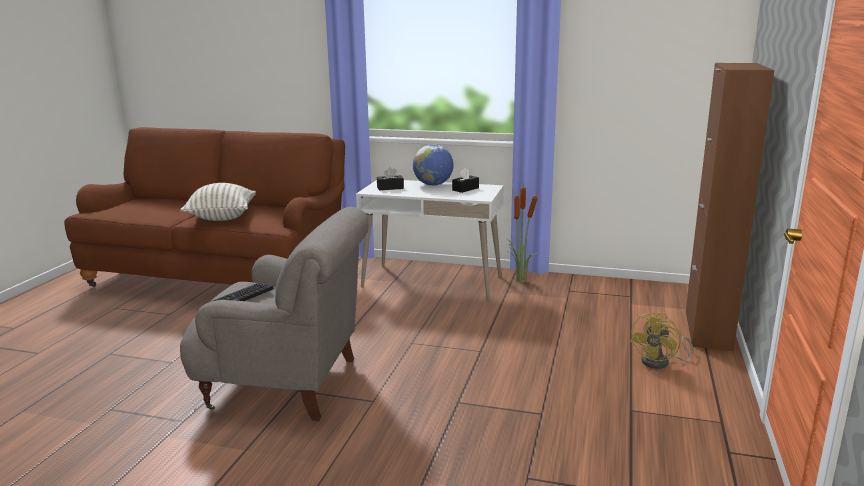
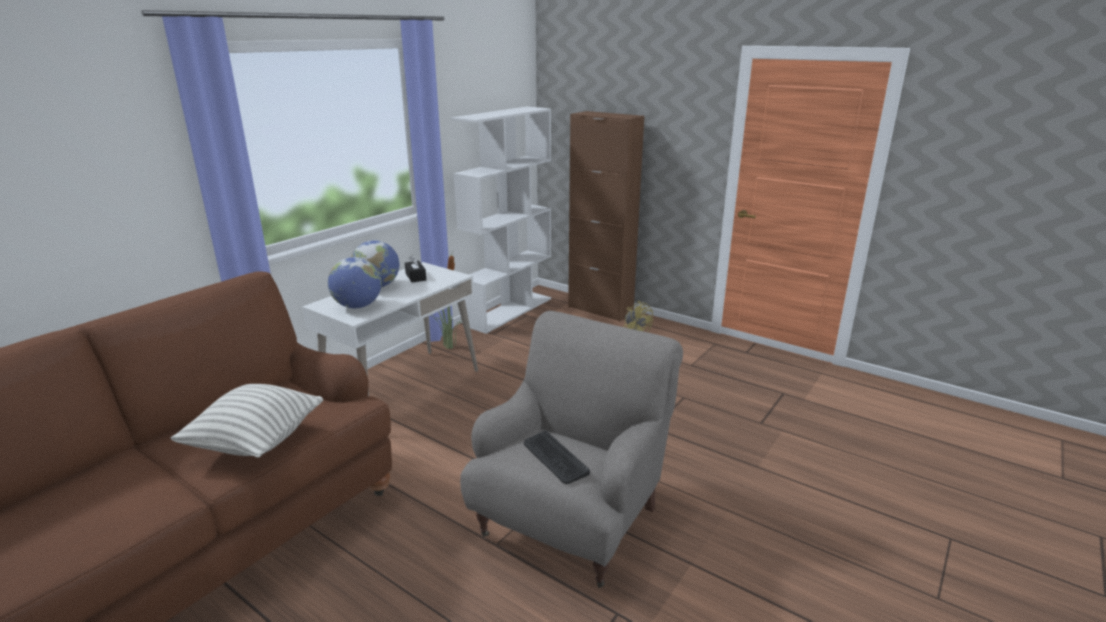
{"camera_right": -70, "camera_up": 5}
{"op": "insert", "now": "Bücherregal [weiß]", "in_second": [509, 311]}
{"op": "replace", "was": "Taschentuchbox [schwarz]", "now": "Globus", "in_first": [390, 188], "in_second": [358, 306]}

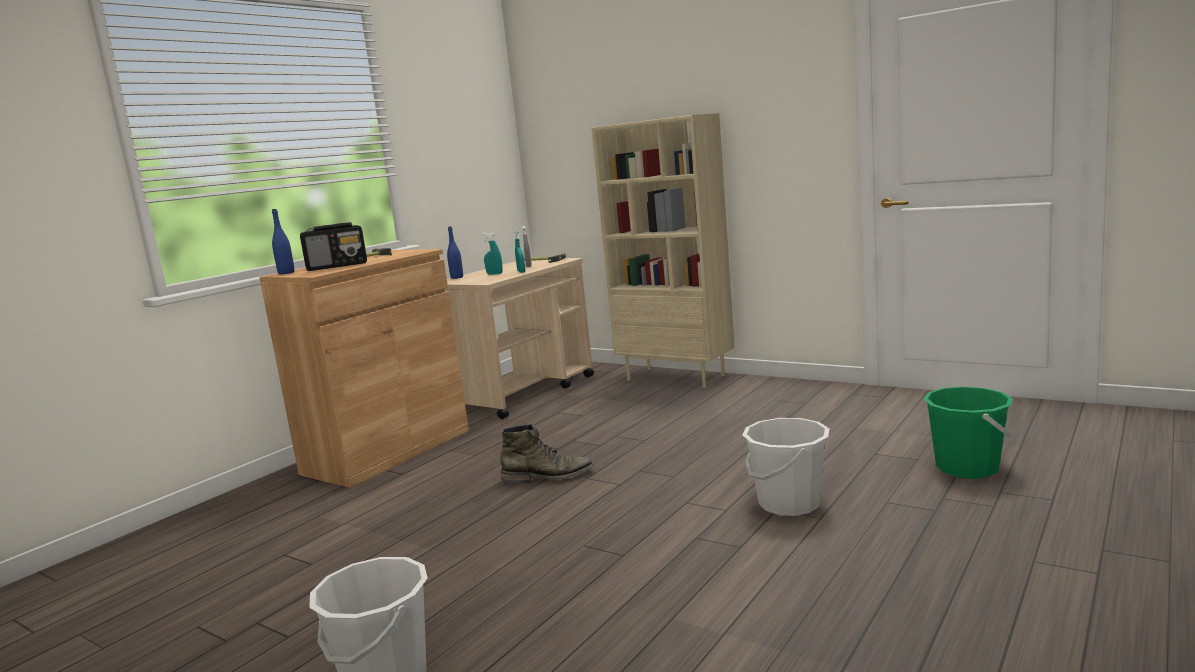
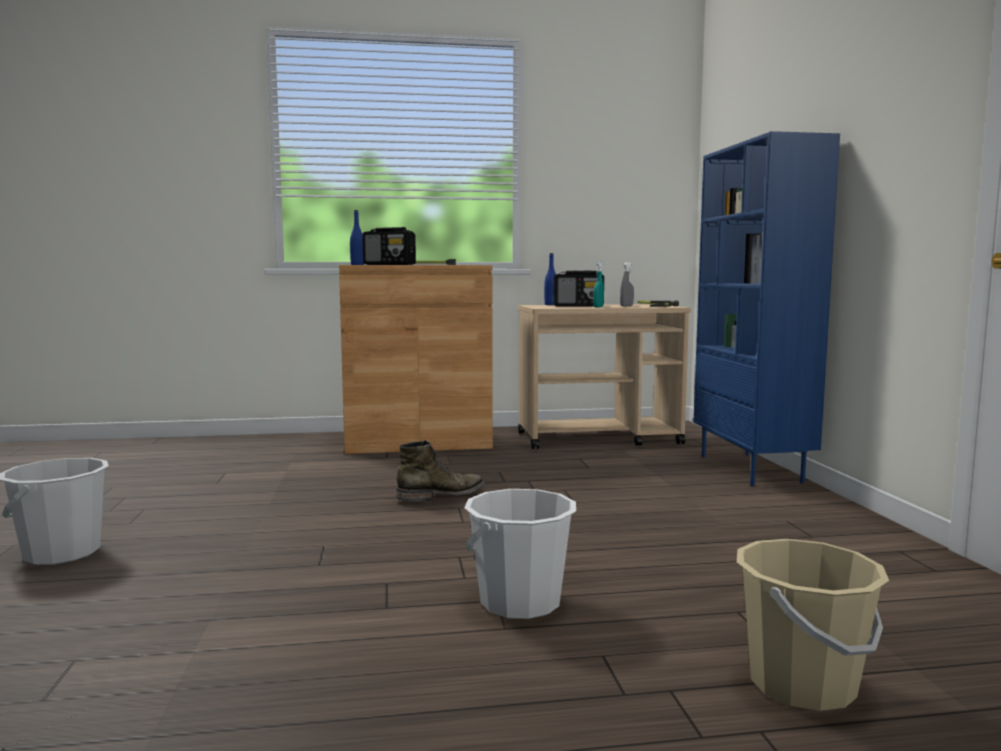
{"camera_right": 45, "camera_up": -5}
{"op": "replace", "was": "Sprühflasche [türkis]", "now": "Radio", "in_first": [494, 274], "in_second": [579, 306]}
{"op": "recolor", "was": "Bücherregal [beige]", "now": "Bücherregal [blau]", "in_first": [677, 377], "in_second": [752, 469]}
{"op": "recolor", "was": "Eimer [grün]", "now": "Eimer [beige]", "in_first": [967, 468], "in_second": [802, 685]}
{"op": "rotate", "was": "Stiefel [grün]", "in_first": [548, 477], "in_second": [442, 495], "clockwise": -75}

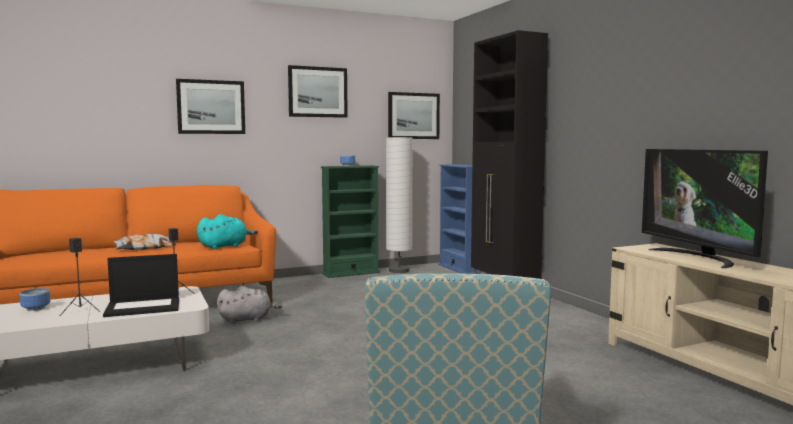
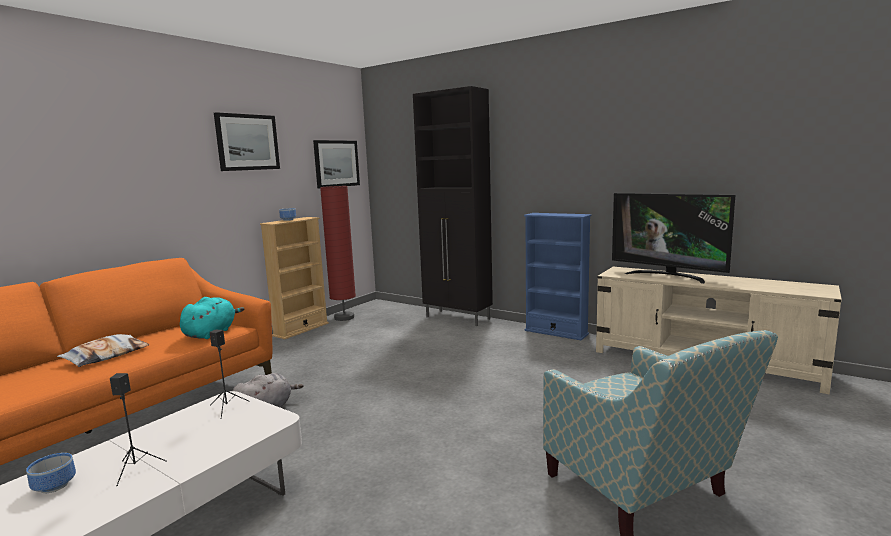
{"camera_right": -30, "camera_up": 5}
{"op": "delete", "was": "Laptop", "in_first": [144, 307]}
{"op": "delete", "was": "Bild", "in_first": [211, 107]}
{"op": "move", "was": "Bücherregal [blau]", "in_first": [459, 269], "in_second": [556, 332]}
{"op": "recolor", "was": "Bücherregal [grün]", "now": "Bücherregal [beige]", "in_first": [351, 273], "in_second": [301, 329]}
{"op": "recolor", "was": "Stehlampe [weiß]", "now": "Stehlampe [rot]", "in_first": [399, 271], "in_second": [344, 317]}

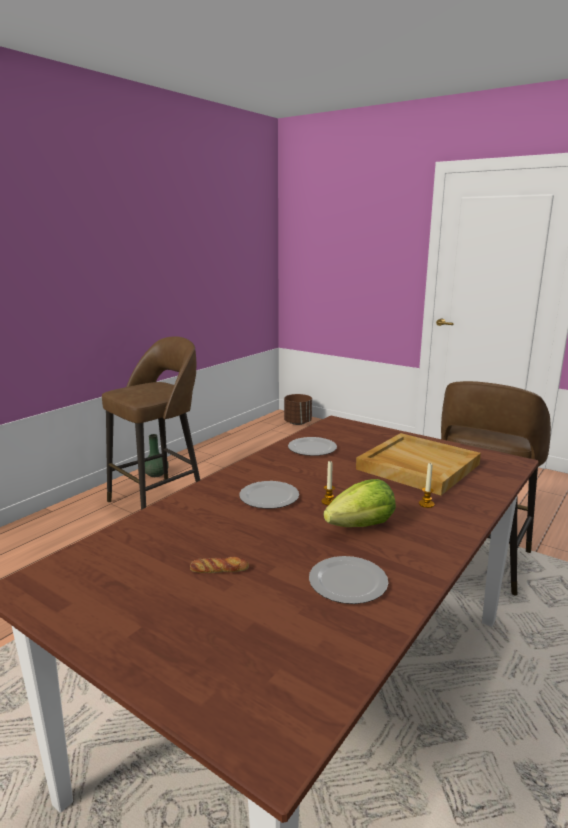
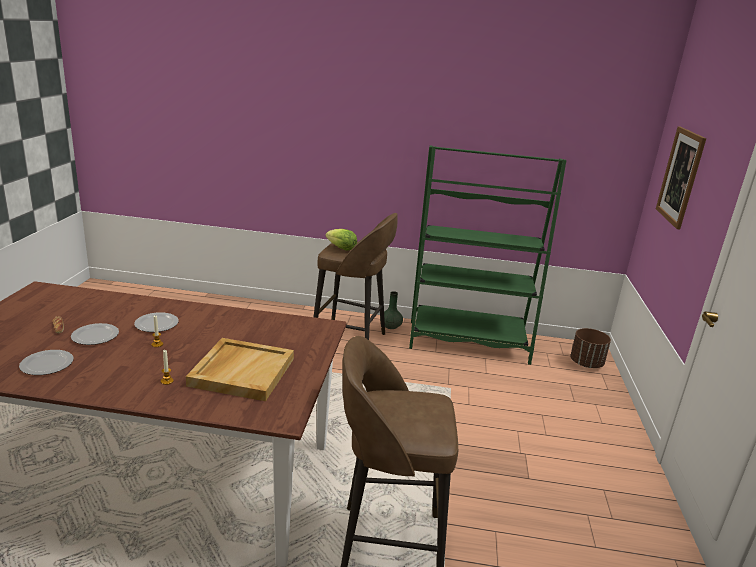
{"camera_right": 60, "camera_up": 5}
{"op": "insert", "now": "Bücherregal [grün]", "in_second": [468, 342]}
{"op": "insert", "now": "Bild", "in_second": [680, 176]}
{"op": "move", "was": "Teller", "in_first": [311, 448], "in_second": [96, 335]}
{"op": "move", "was": "Salatkopf", "in_first": [362, 526], "in_second": [341, 248]}

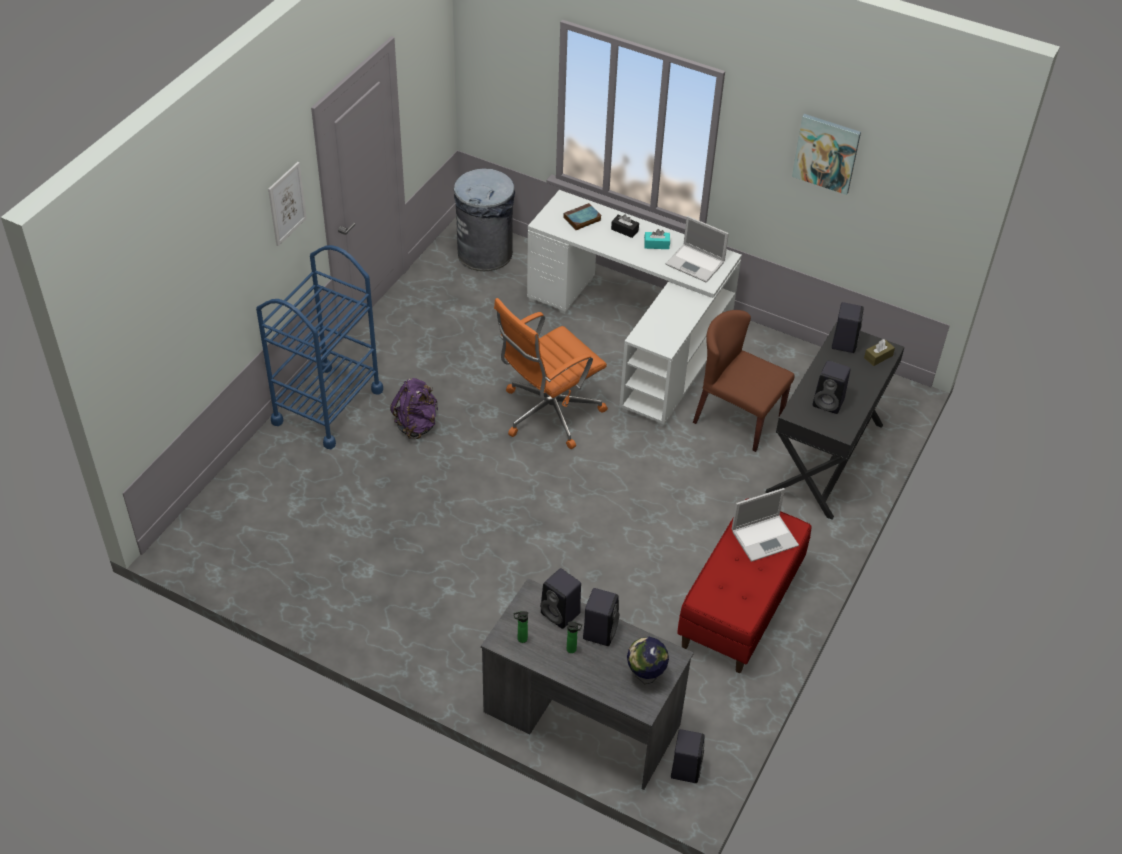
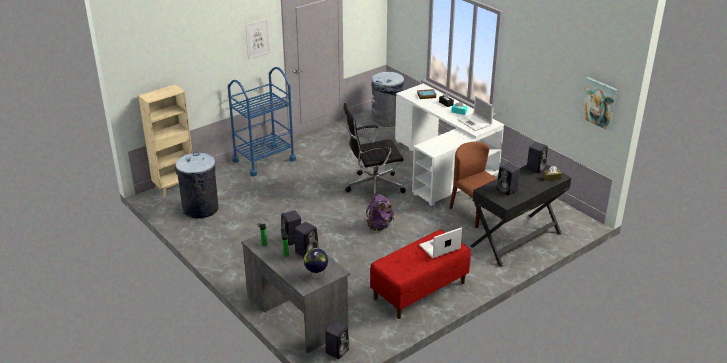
{"camera_right": 25, "camera_up": -15}
{"op": "insert", "now": "Bücherregal [beige]", "in_second": [175, 187]}
{"op": "insert", "now": "Mülleimer [grau]", "in_second": [200, 208]}
{"op": "move", "was": "Rucksack [lila]", "in_first": [416, 425], "in_second": [379, 226]}
{"op": "move", "was": "Bild", "in_first": [826, 153], "in_second": [599, 103]}
{"op": "recolor", "was": "Bürostuhl [orange]", "now": "Bürostuhl [schwarz]", "in_first": [548, 413], "in_second": [373, 187]}
{"op": "rotate", "was": "Laptop", "in_first": [765, 537], "in_second": [439, 247], "clockwise": 150}

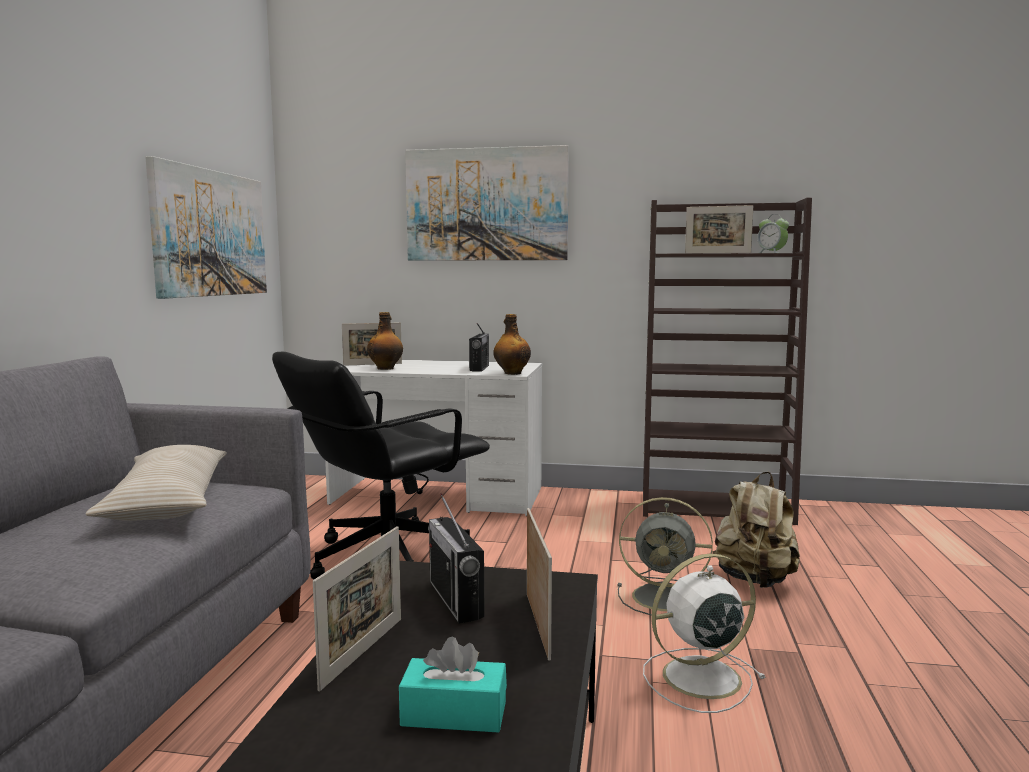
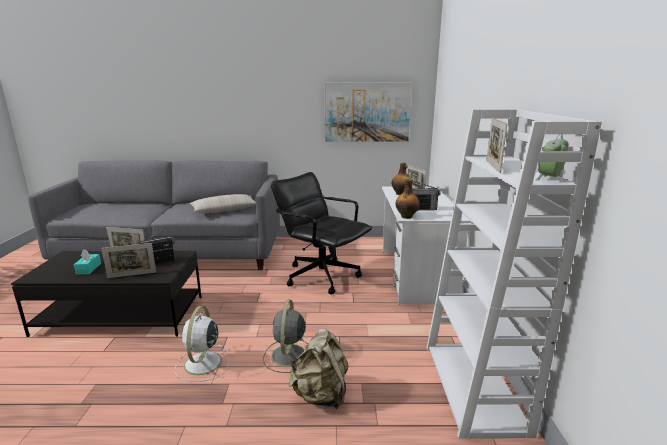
{"camera_right": 80, "camera_up": 10}
{"op": "delete", "was": "Bild", "in_first": [486, 205]}
{"op": "recolor", "was": "Bücherregal [braun]", "now": "Bücherregal [weiß]", "in_first": [716, 507], "in_second": [475, 387]}
{"op": "rotate", "was": "Ventilator [weiß]", "in_first": [698, 678], "in_second": [202, 364], "clockwise": -150}

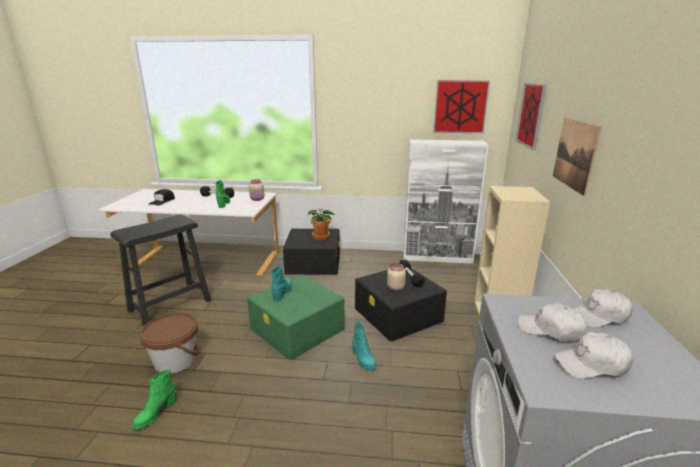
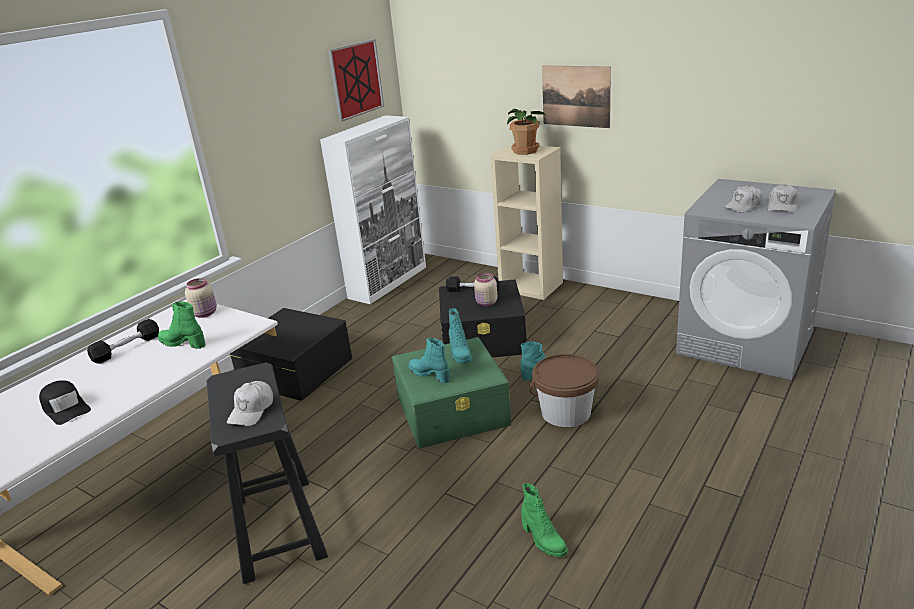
{"camera_right": -60, "camera_up": 5}
{"op": "delete", "was": "Bild", "in_first": [531, 115]}
{"op": "insert", "now": "Stiefel [türkis]", "in_second": [459, 354]}
{"op": "move", "was": "Eimer [braun]", "in_first": [175, 360], "in_second": [565, 412]}
{"op": "move", "was": "Topfpflanze", "in_first": [321, 237], "in_second": [526, 151]}
{"op": "move", "was": "Kappe [weiß]", "in_first": [599, 316], "in_second": [252, 410]}

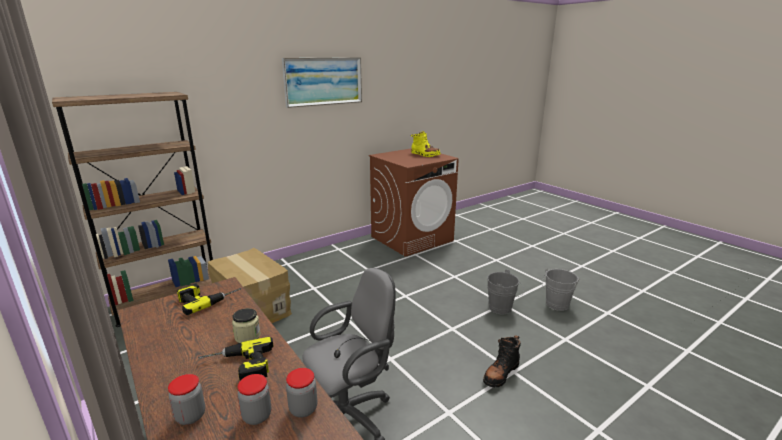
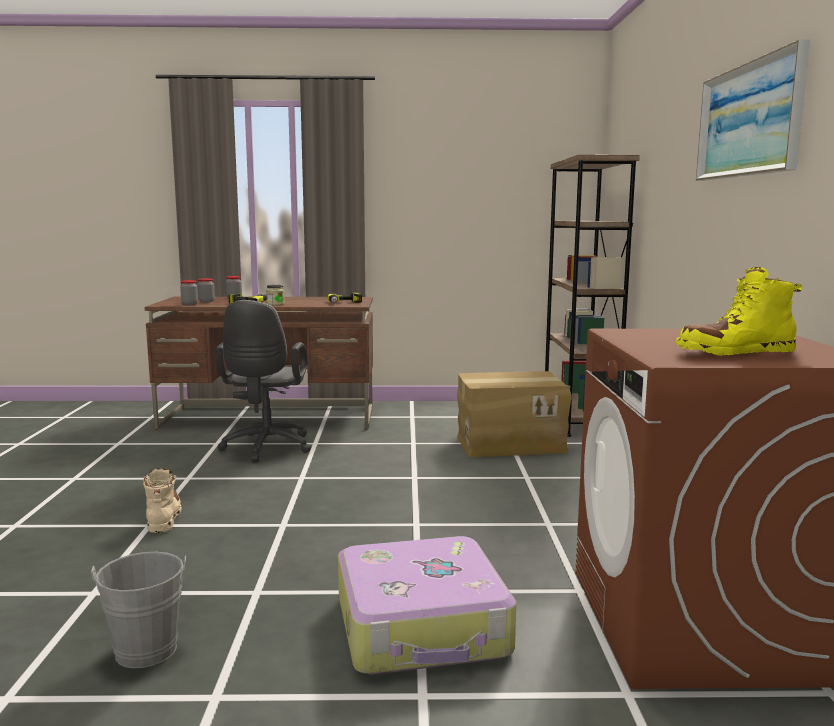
{"camera_right": 125, "camera_up": -10}
{"op": "delete", "was": "Eimer [grau]", "in_first": [502, 309]}
{"op": "insert", "now": "Koffer", "in_second": [423, 626]}
{"op": "recolor", "was": "Stiefel [schwarz]", "now": "Stiefel [beige]", "in_first": [501, 373], "in_second": [164, 517]}

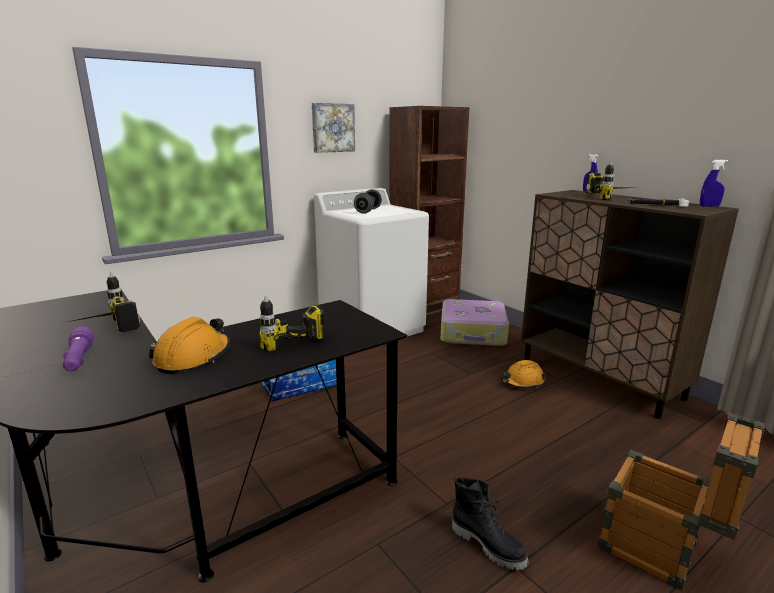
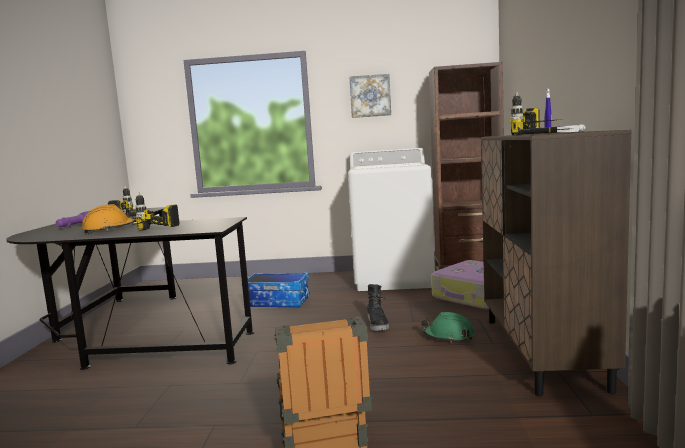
{"camera_right": 40, "camera_up": -10}
{"op": "delete", "was": "Hantel [grau]", "in_first": [368, 211]}
{"op": "delete", "was": "Sprühflasche [blau]", "in_first": [709, 206]}
{"op": "move", "was": "Stiefel [schwarz]", "in_first": [488, 545], "in_second": [378, 325]}
{"op": "recolor", "was": "Schutzhelm [orange]", "now": "Schutzhelm [grün]", "in_first": [522, 382], "in_second": [448, 336]}

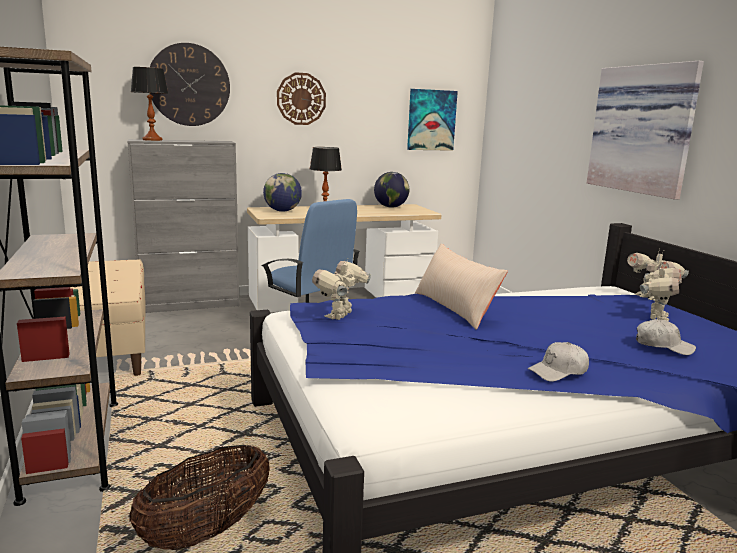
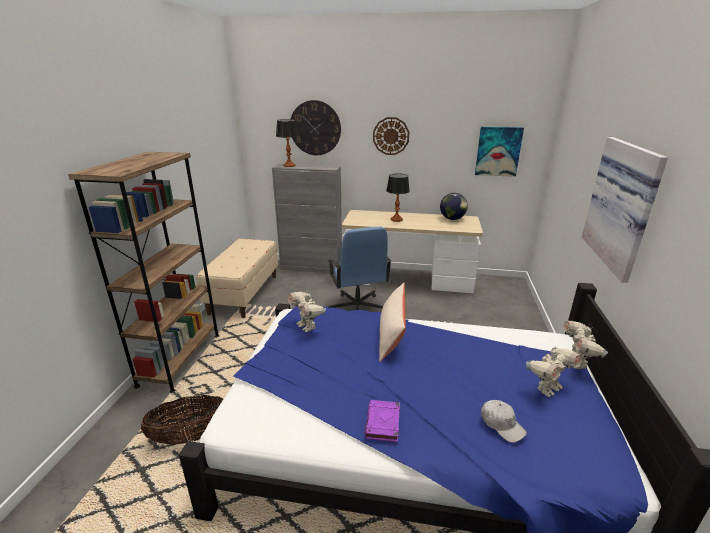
{"camera_right": 30, "camera_up": 10}
{"op": "delete", "was": "Globus", "in_first": [282, 211]}
{"op": "replace", "was": "Kappe [weiß]", "now": "Buch [lila]", "in_first": [558, 371], "in_second": [383, 423]}
{"op": "rotate", "was": "Spielzeugroboter", "in_first": [340, 316], "in_second": [307, 326], "clockwise": -90}

